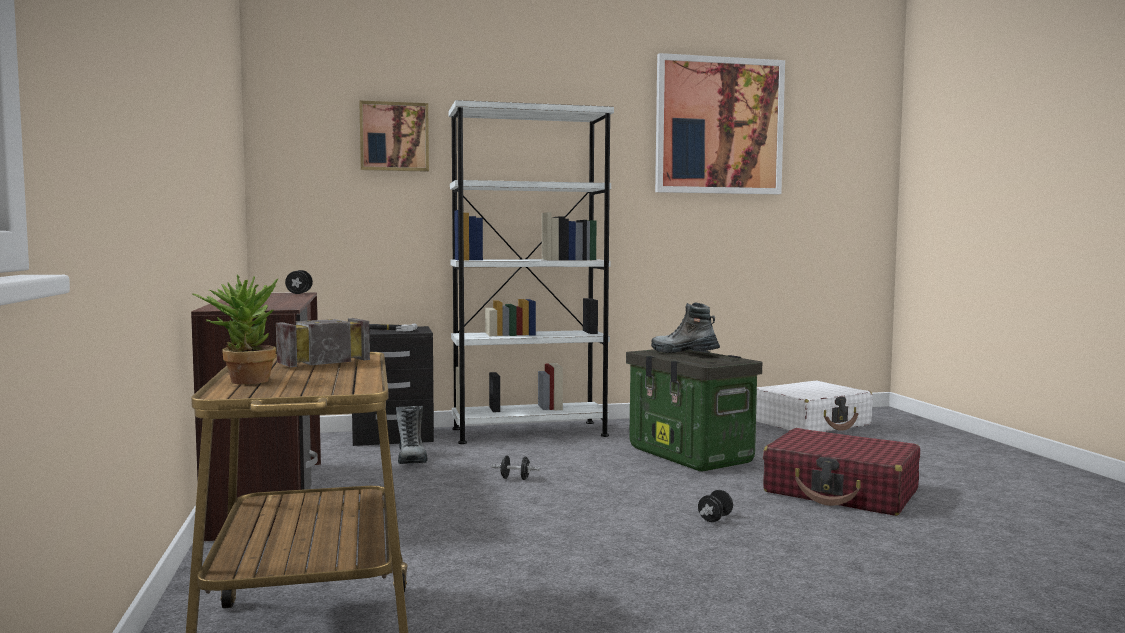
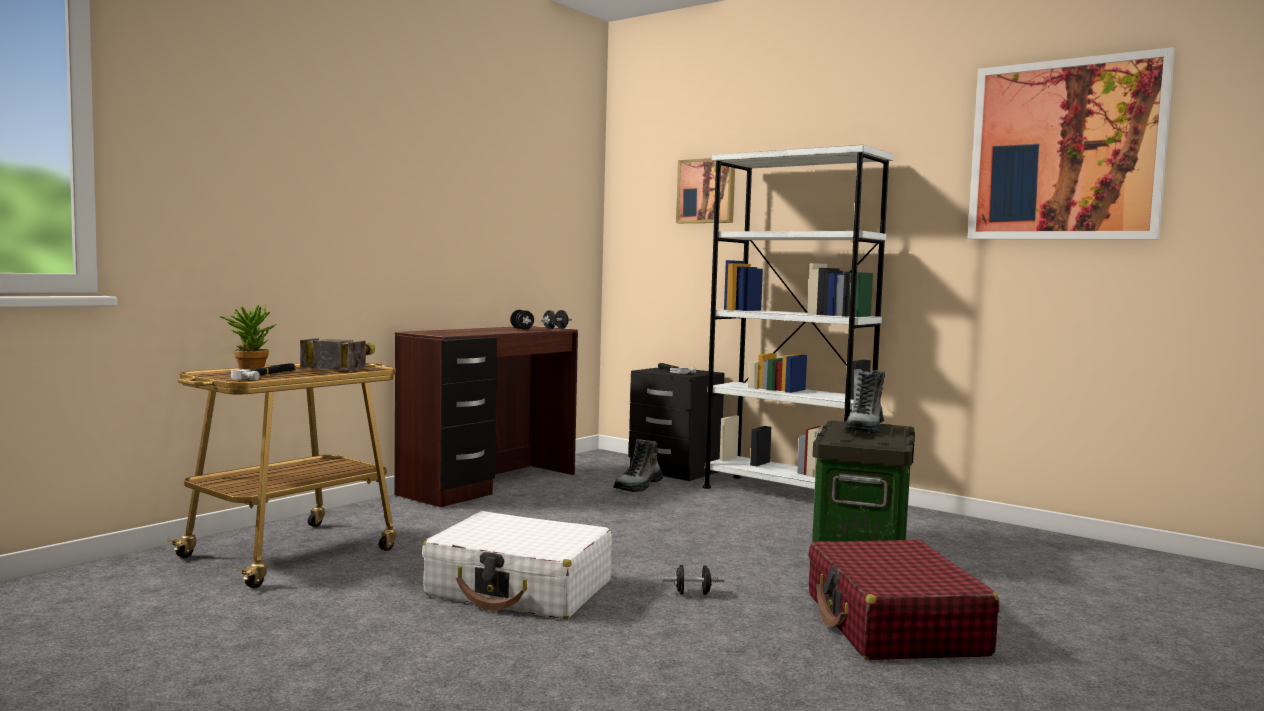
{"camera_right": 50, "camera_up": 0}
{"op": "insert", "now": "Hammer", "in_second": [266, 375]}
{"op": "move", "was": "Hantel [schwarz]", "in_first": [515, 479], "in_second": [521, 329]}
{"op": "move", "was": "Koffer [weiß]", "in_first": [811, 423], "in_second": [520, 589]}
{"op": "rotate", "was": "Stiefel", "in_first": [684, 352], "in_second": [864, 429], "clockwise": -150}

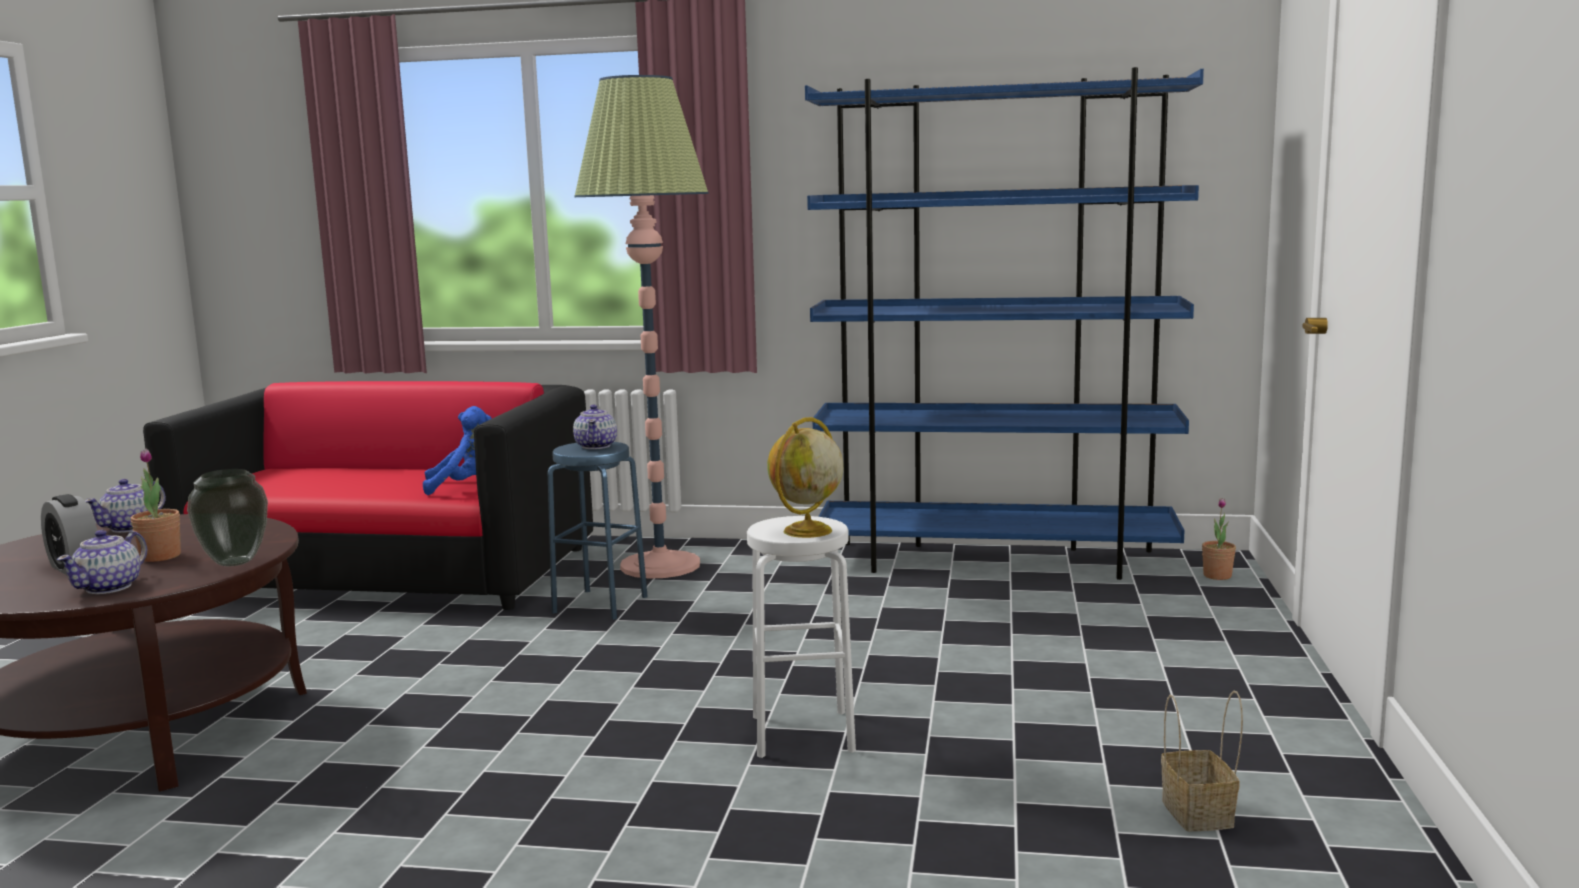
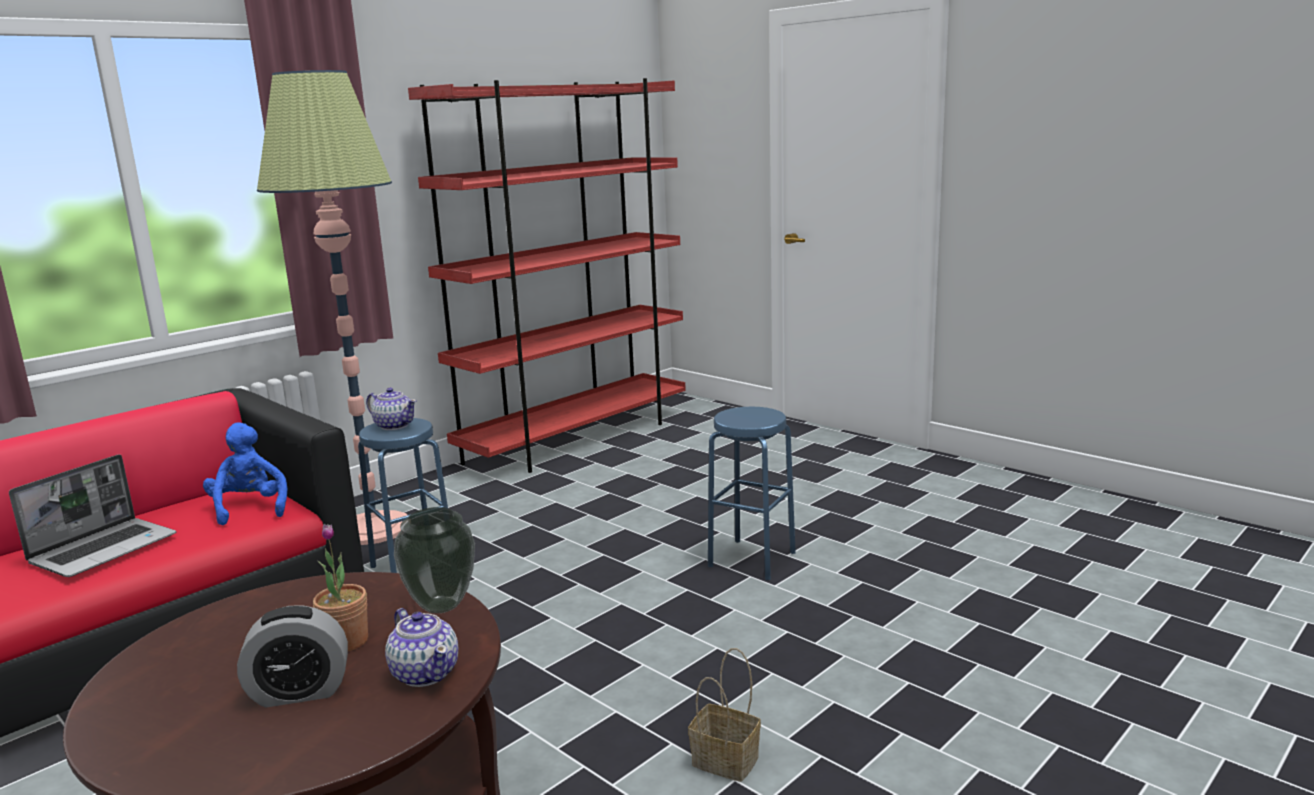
{"camera_right": -55, "camera_up": 5}
{"op": "delete", "was": "Teekanne", "in_first": [131, 527]}
{"op": "delete", "was": "Globus", "in_first": [807, 531]}
{"op": "delete", "was": "Topfpflanze", "in_first": [1217, 576]}
{"op": "insert", "now": "Laptop", "in_second": [105, 549]}
{"op": "move", "was": "Korb", "in_first": [1199, 814], "in_second": [727, 761]}
{"op": "recolor", "was": "Hocker [weiß]", "now": "Hocker [blau]", "in_first": [803, 733], "in_second": [752, 559]}
{"op": "recolor", "was": "Bücherregal [blau]", "now": "Bücherregal [rot]", "in_first": [995, 561], "in_second": [576, 439]}
{"op": "rotate", "was": "Plüschtier [blau]", "in_first": [465, 486], "in_second": [250, 509], "clockwise": -45}

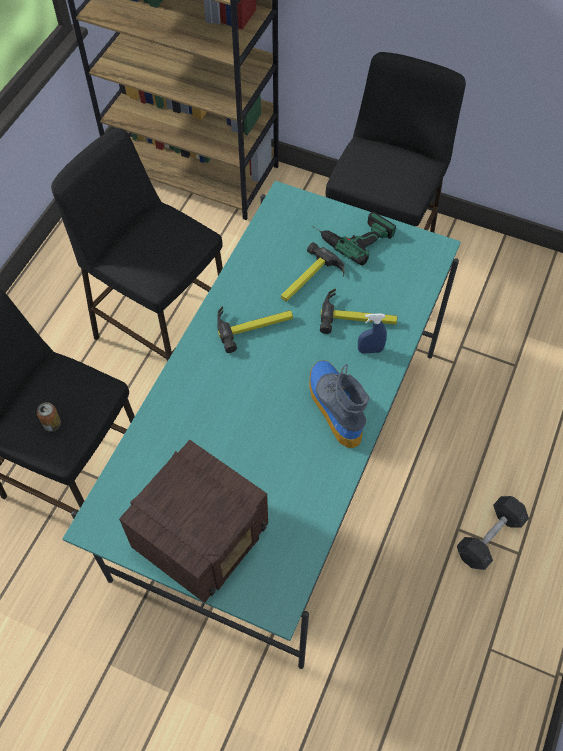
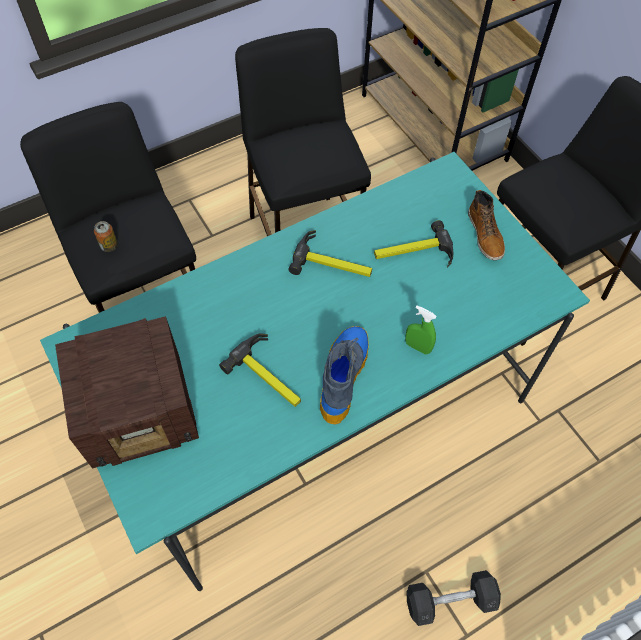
{"camera_right": 35, "camera_up": 0}
{"op": "move", "was": "Hammer", "in_first": [358, 317], "in_second": [269, 376]}
{"op": "replace", "was": "Bohrmaschine", "now": "Stiefel", "in_first": [351, 234], "in_second": [485, 235]}
{"op": "recolor", "was": "Sprühflasche [blau]", "now": "Sprühflasche [grün]", "in_first": [370, 350], "in_second": [417, 347]}

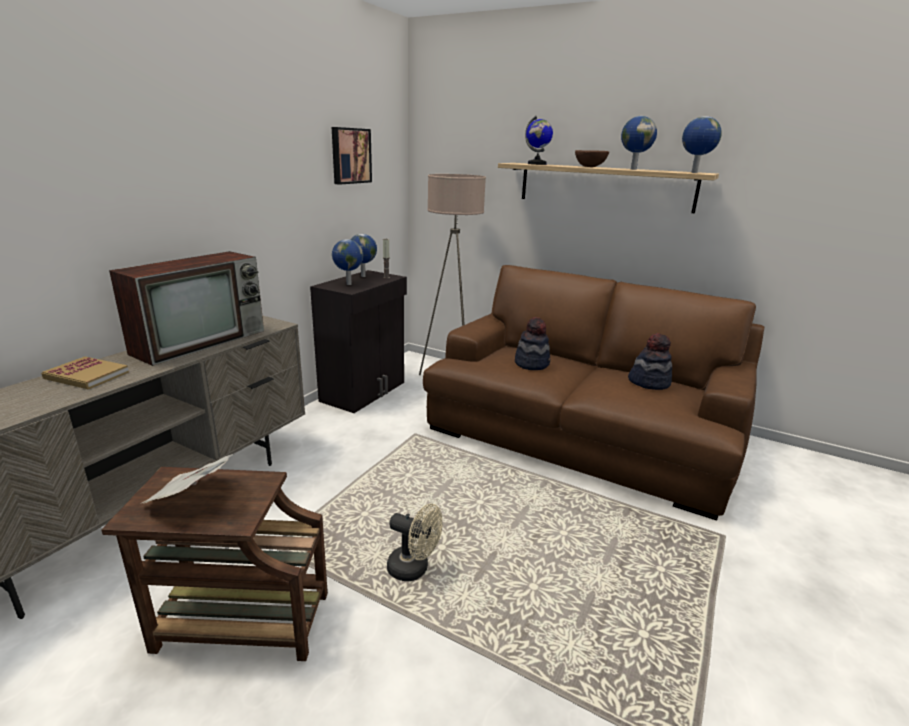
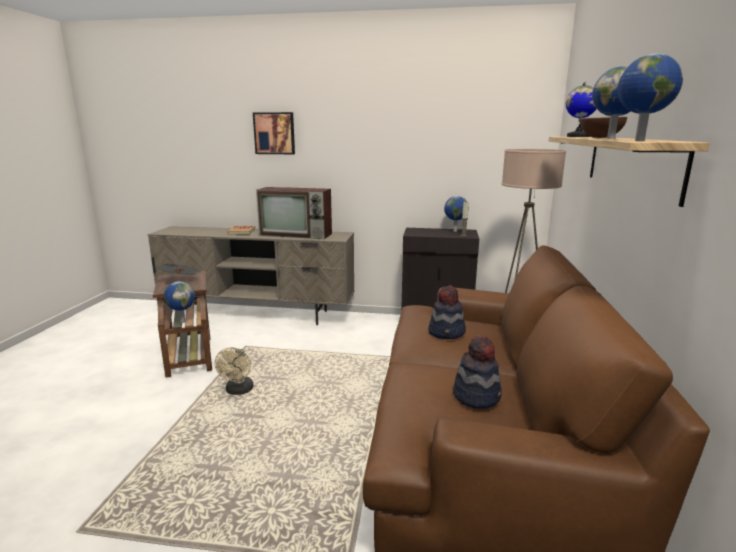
{"camera_right": 70, "camera_up": -5}
{"op": "move", "was": "Bild", "in_first": [350, 156], "in_second": [274, 133]}
{"op": "move", "was": "Globus", "in_first": [348, 284], "in_second": [182, 322]}

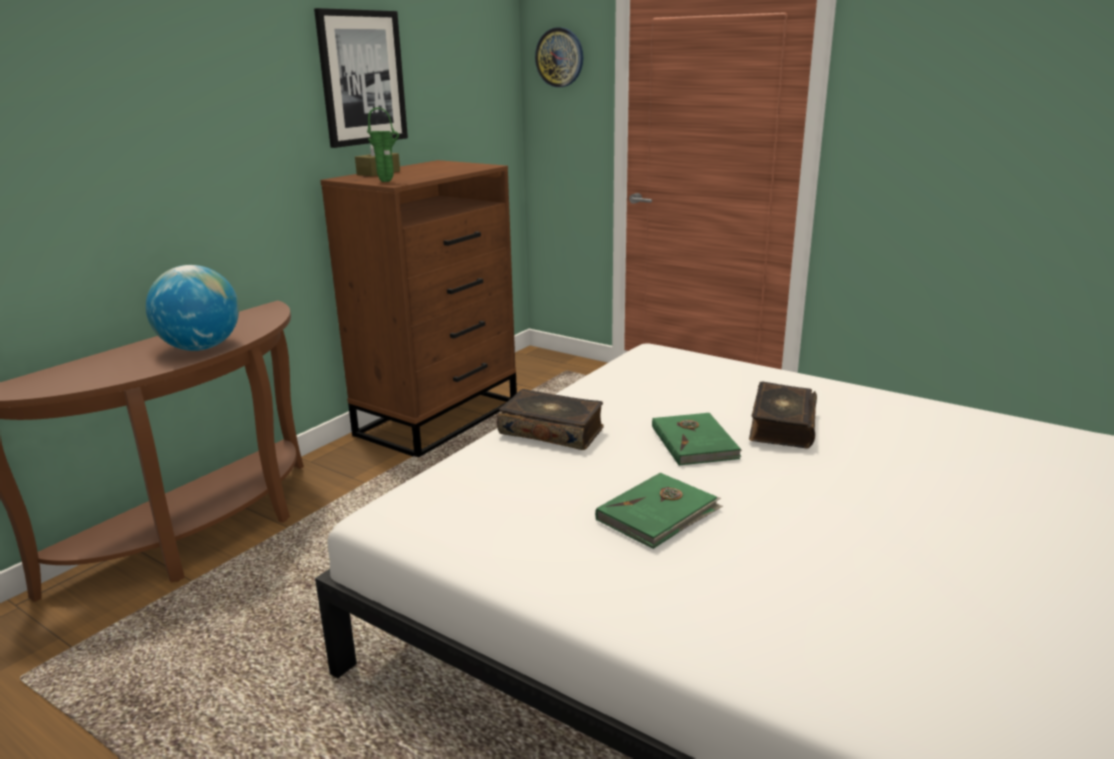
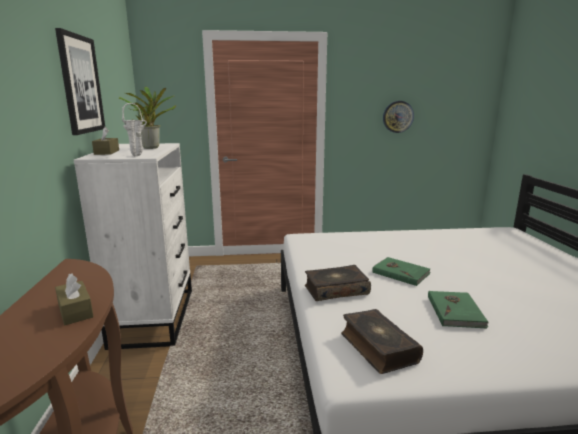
{"camera_right": -40, "camera_up": -5}
{"op": "insert", "now": "Topfpflanze", "in_second": [151, 147]}
{"op": "move", "was": "Wanduhr", "in_first": [560, 57], "in_second": [398, 116]}
{"op": "move", "was": "Buch", "in_first": [781, 426], "in_second": [377, 347]}
{"op": "replace", "was": "Globus", "now": "Taschentuchbox [braun]", "in_first": [200, 348], "in_second": [75, 311]}
{"op": "recolor", "was": "Kommode [braun]", "now": "Kommode [weiß]", "in_first": [439, 418], "in_second": [154, 316]}
{"op": "recolor", "was": "Vase [grün]", "now": "Vase [weiß]", "in_first": [388, 182], "in_second": [138, 156]}

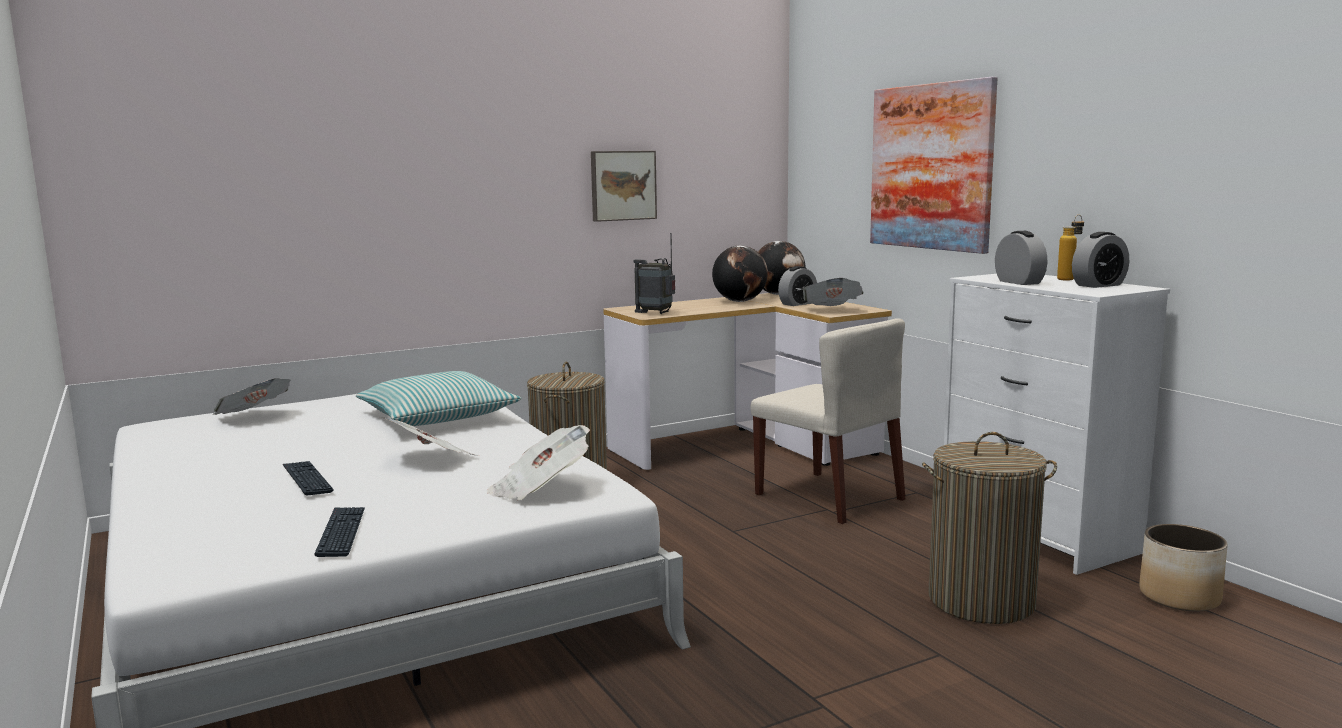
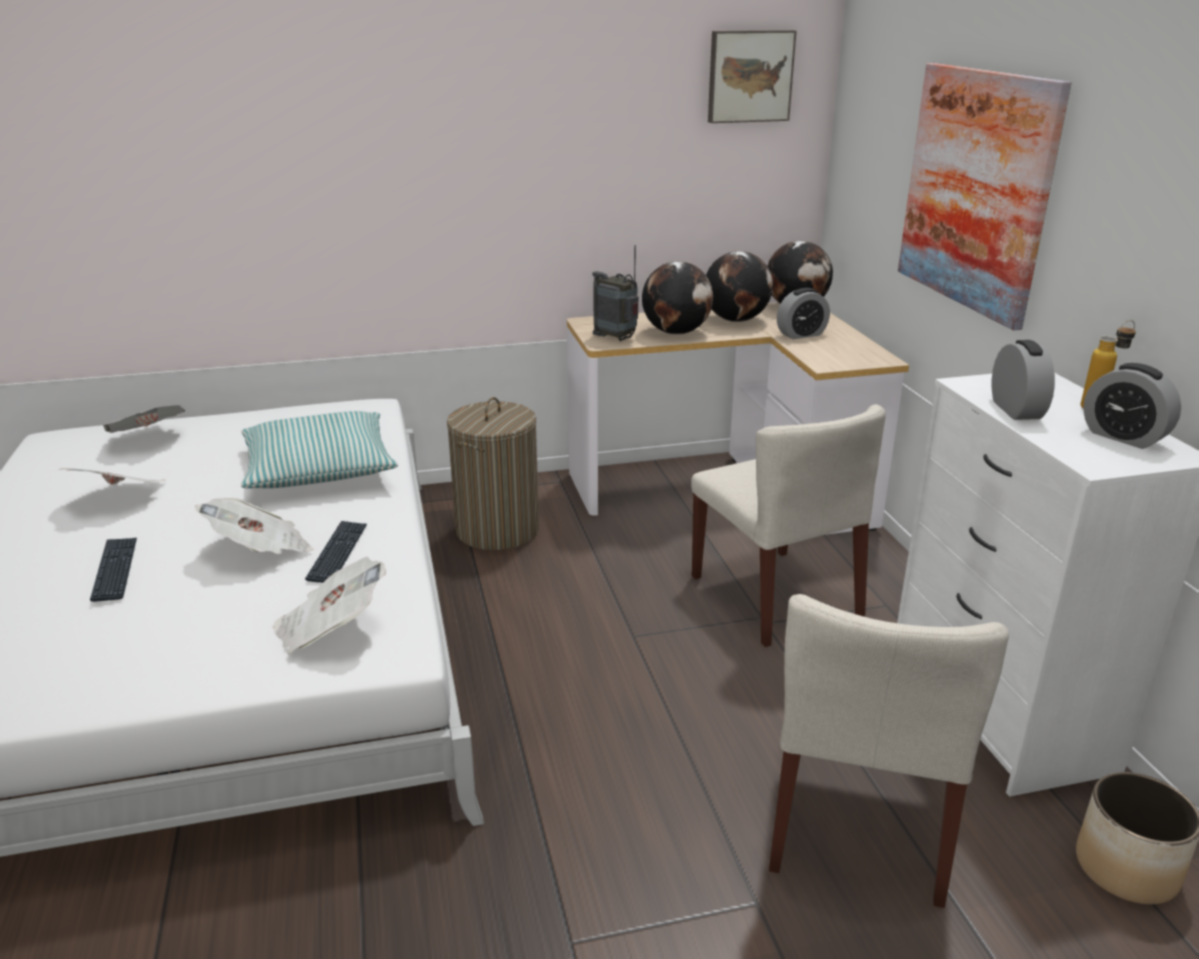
{"camera_right": 15, "camera_up": 15}
{"op": "insert", "now": "Globus", "in_second": [676, 332]}
{"op": "move", "was": "Tastatur", "in_first": [341, 533], "in_second": [338, 553]}
{"op": "move", "was": "Bild", "in_first": [622, 185], "in_second": [749, 76]}
{"op": "move", "was": "Zeitung", "in_first": [832, 310], "in_second": [121, 497]}
{"op": "replace", "was": "Wäschekorb", "now": "Stuhl [beige]", "in_first": [981, 601], "in_second": [859, 819]}
{"op": "rotate", "was": "Wecker", "in_first": [1098, 285], "in_second": [1123, 437], "clockwise": 60}

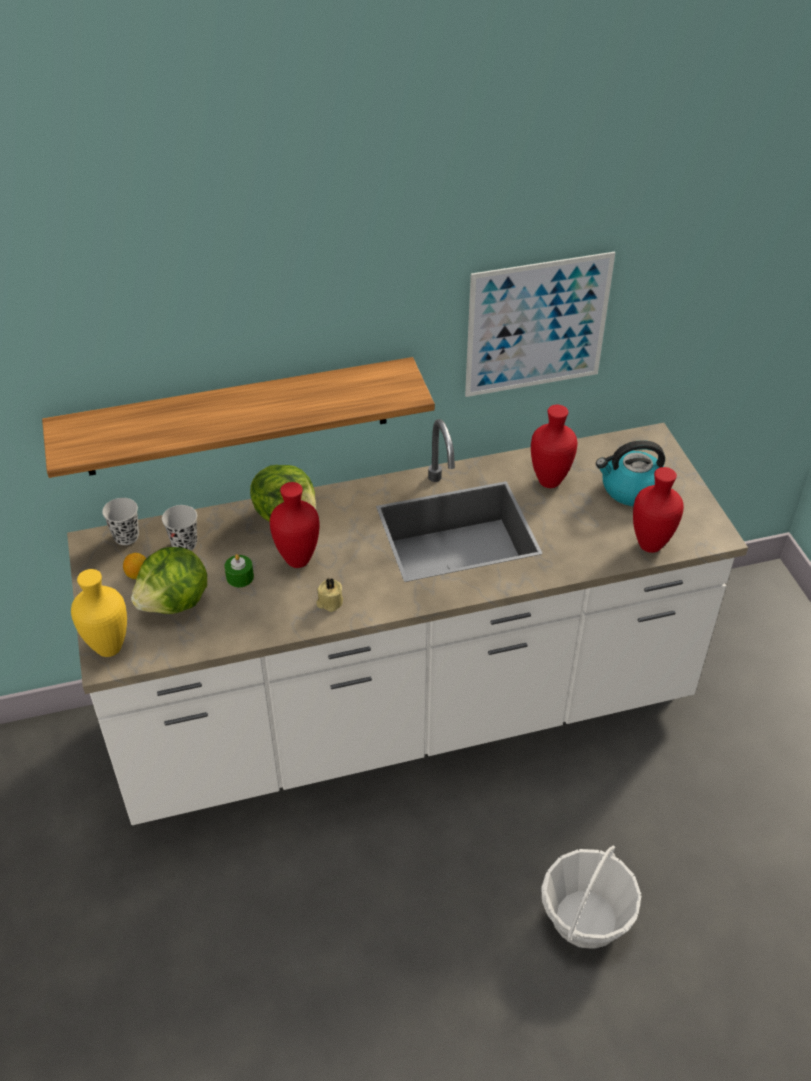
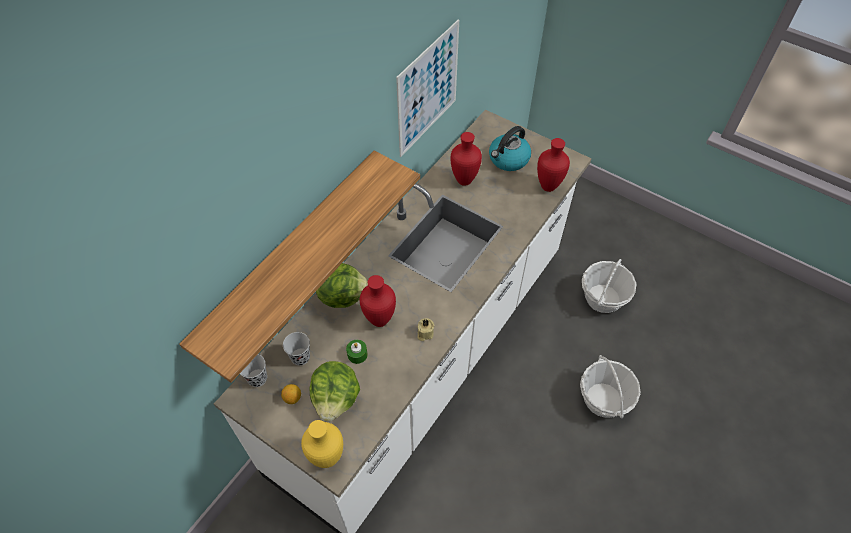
{"camera_right": -40, "camera_up": 10}
{"op": "insert", "now": "Korb", "in_second": [603, 298]}

